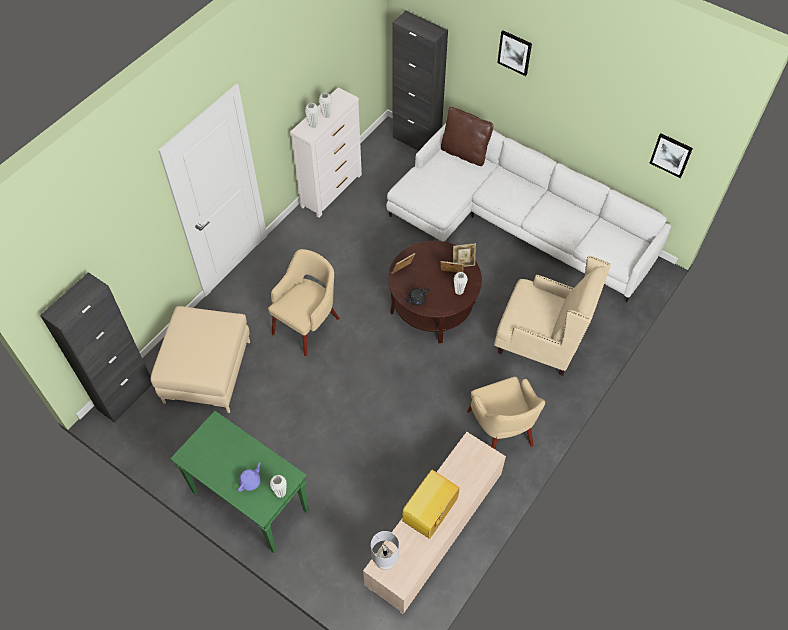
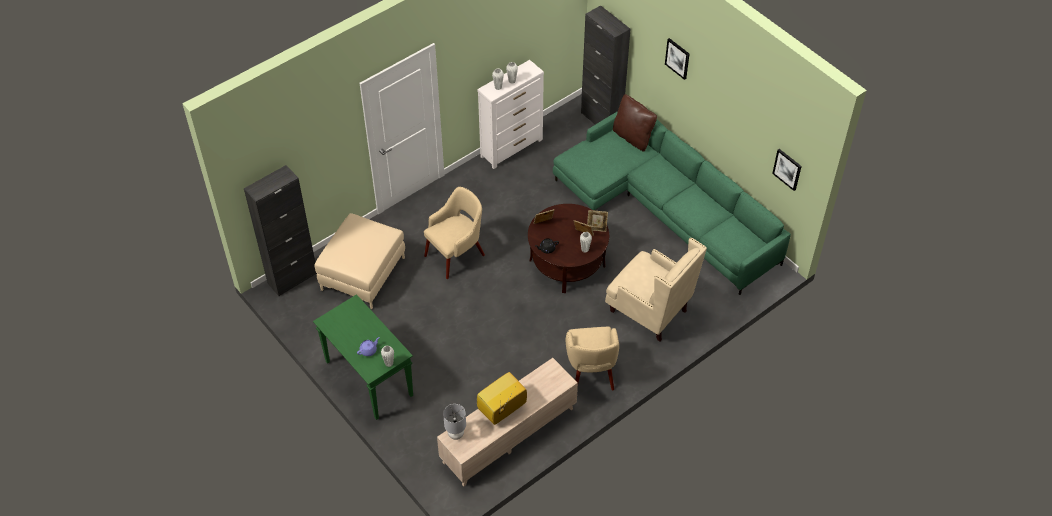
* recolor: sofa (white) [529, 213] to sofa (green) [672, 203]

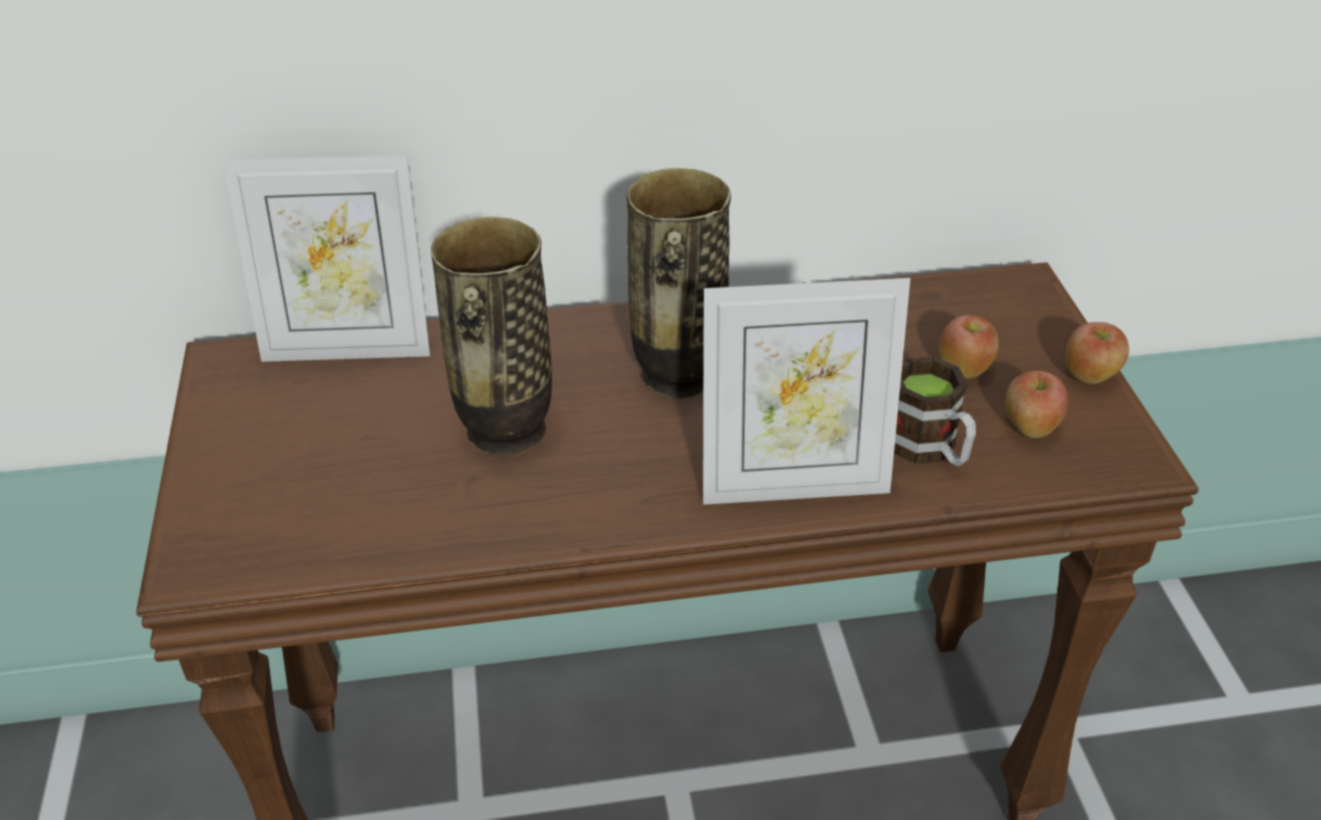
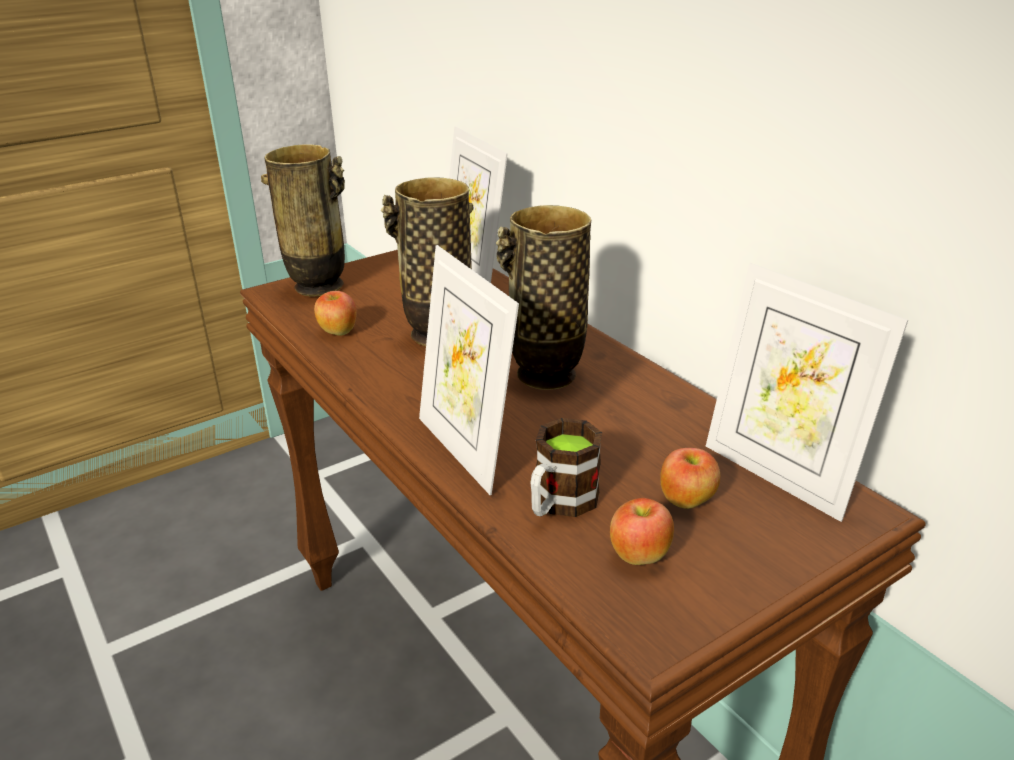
* move: apple [1097, 353] to [335, 313]
* insert: vase [303, 220]
* insert: picture frame [807, 392]

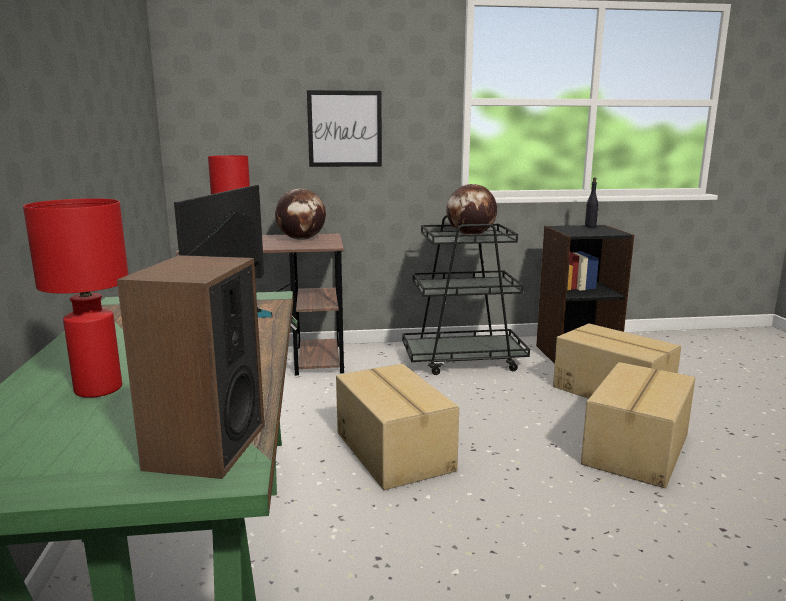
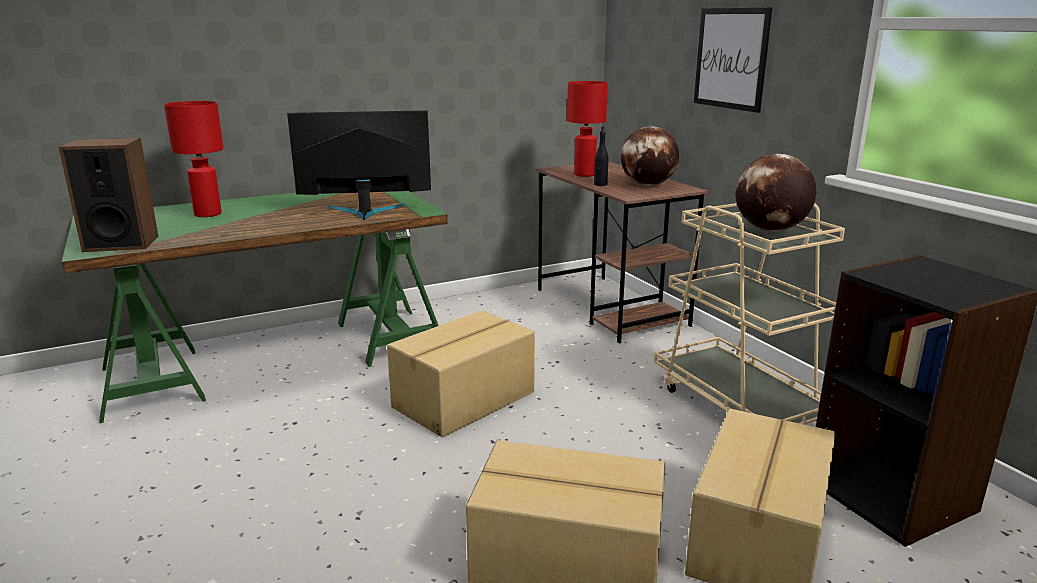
* move: bottle (black) [591, 202] to [601, 156]
* recolor: cart (black) [466, 295] to cart (beige) [749, 314]

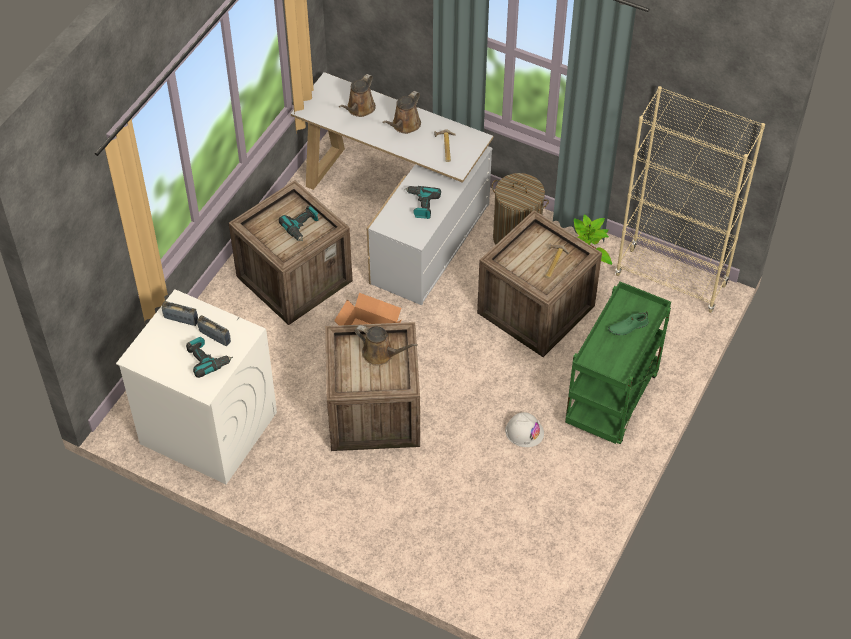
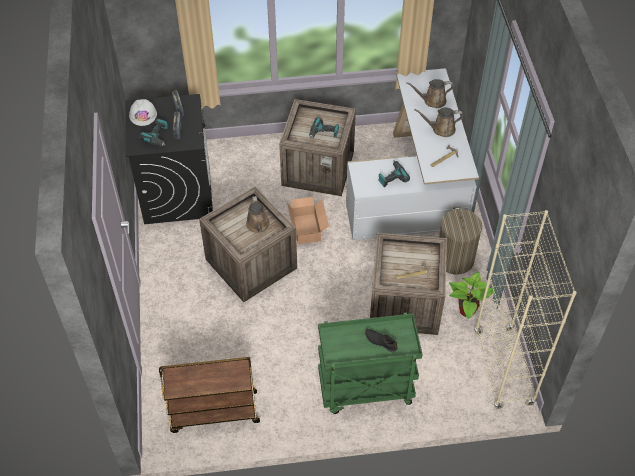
* recolor: washing machine (white) [196, 386] to washing machine (black) [169, 159]
* recolor: shoe (green) [628, 323] to shoe (black) [381, 340]
* move: hard hat (white) [524, 429] to [143, 112]
* insert: cart (brown) [209, 395]

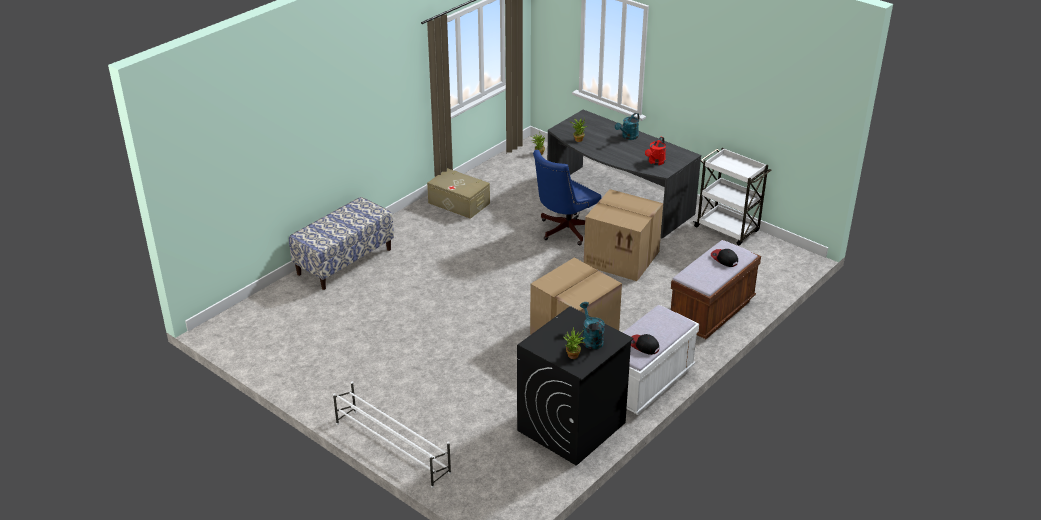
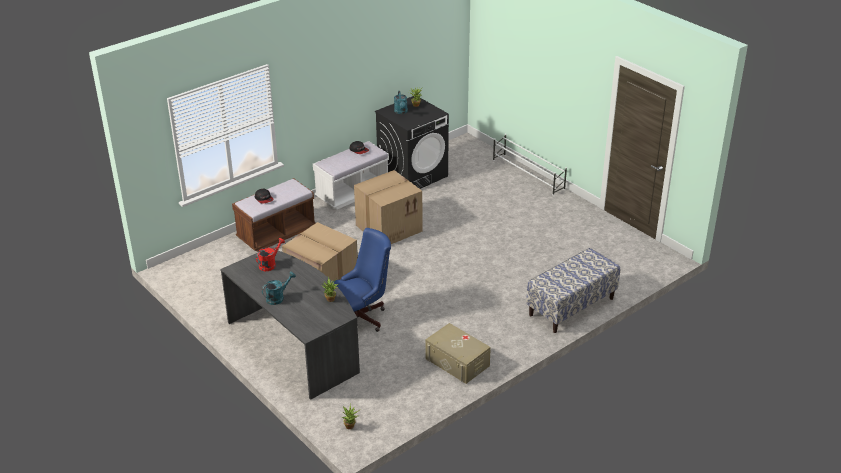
* delete: cart (white) [732, 197]

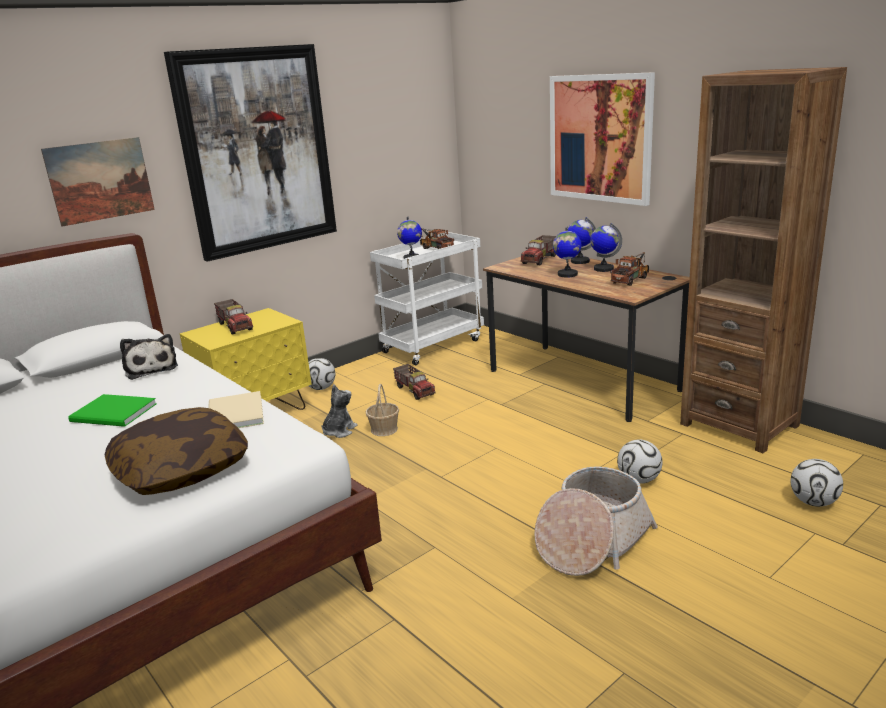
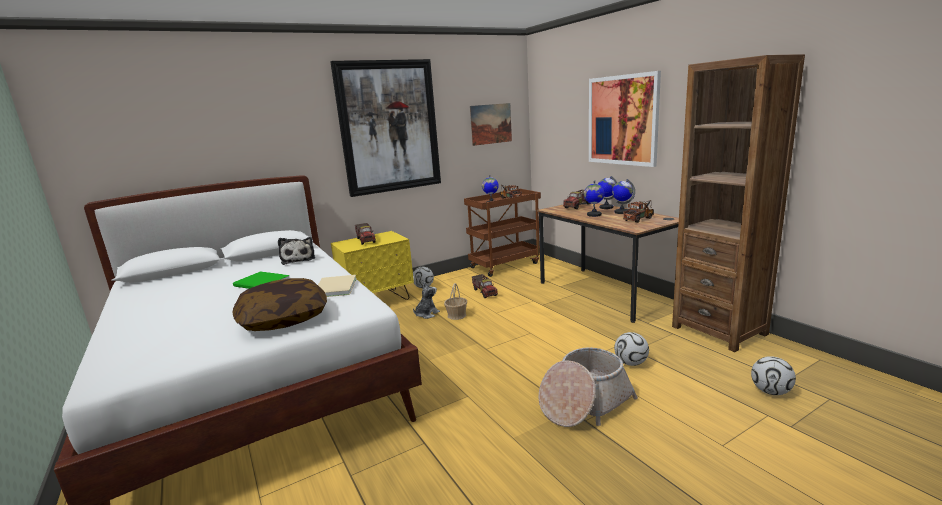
* move: picture [98, 181] to [491, 124]
* recolor: cart (white) [427, 298] to cart (brown) [502, 233]

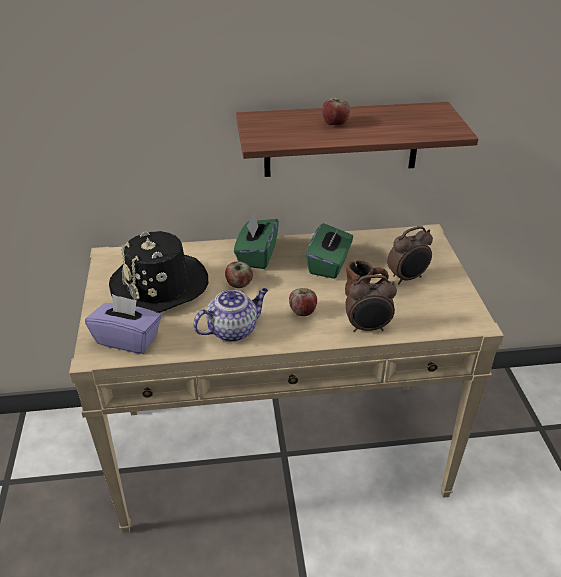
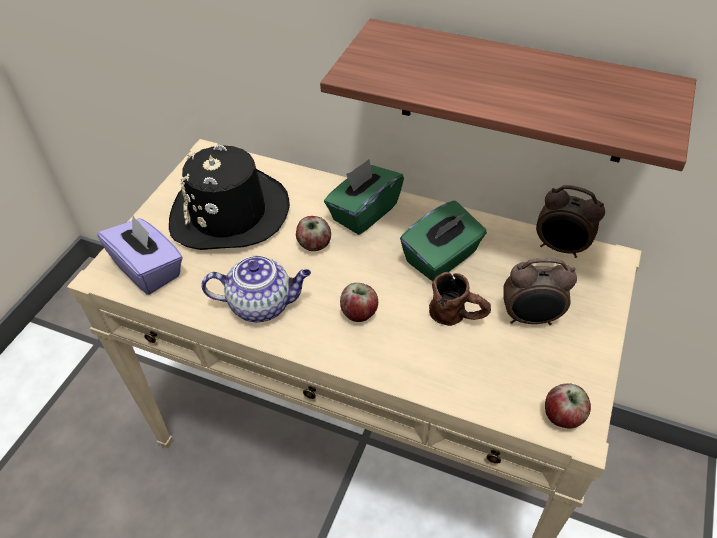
* move: apple [336, 111] to [568, 406]
* move: alarm clock [371, 303] to [570, 221]

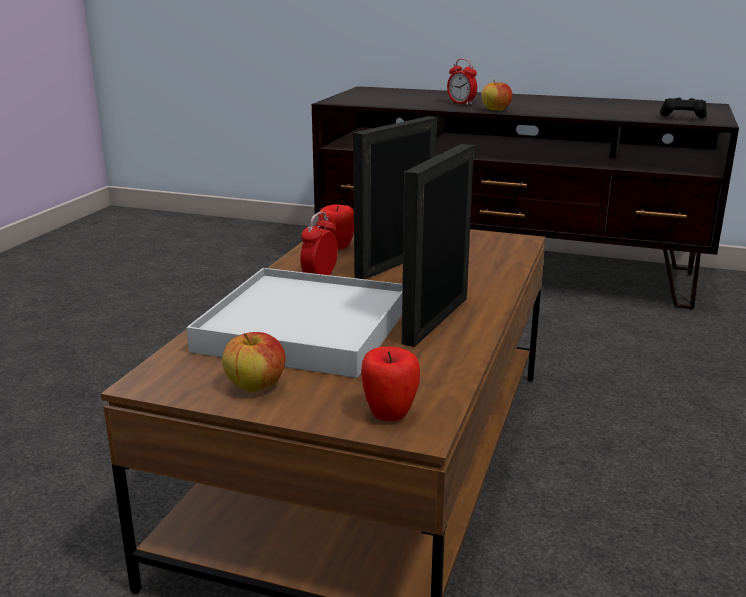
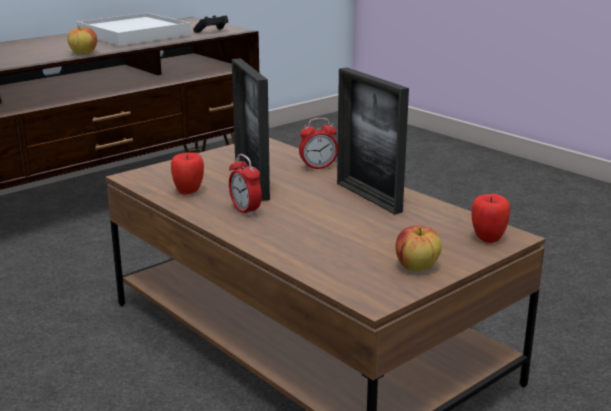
* move: alarm clock [462, 82] to [318, 144]
* move: tray (white) [294, 323] to [134, 29]

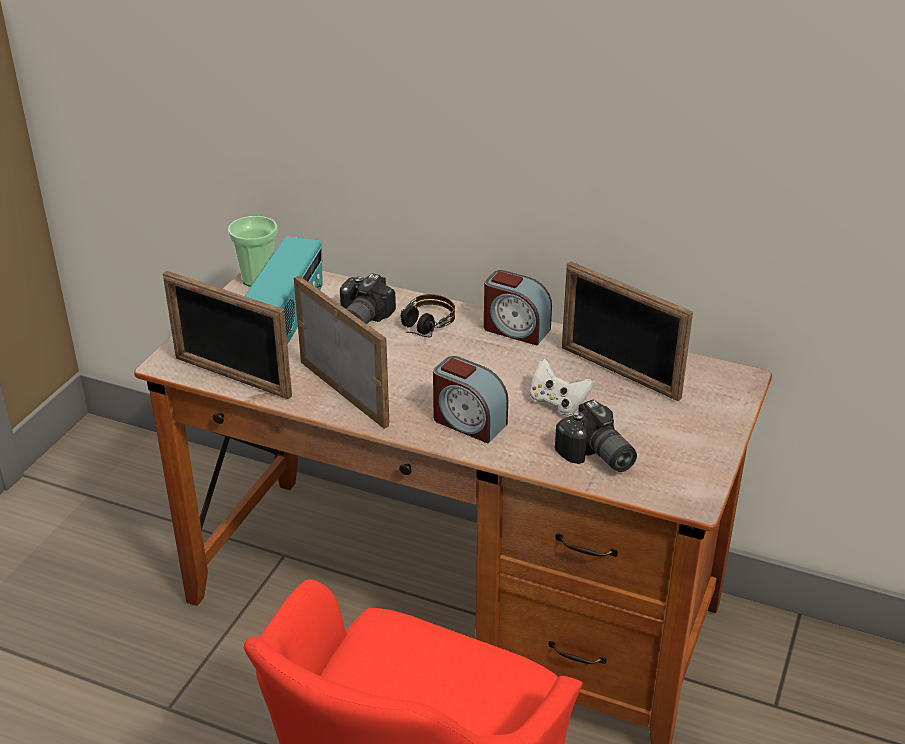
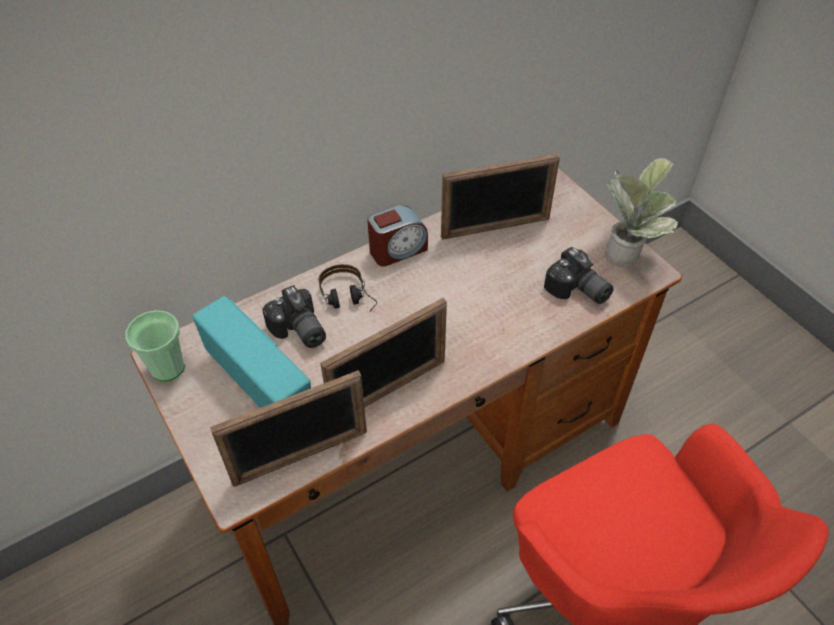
* rotate: picture frame [341, 352] = [383, 353] 150 degrees clockwise
* delete: alarm clock [470, 399]
* delete: game controller (white) [562, 387]
* rotate: photo camera [596, 436] = [579, 275] 45 degrees clockwise
* insert: potted plant [641, 213]

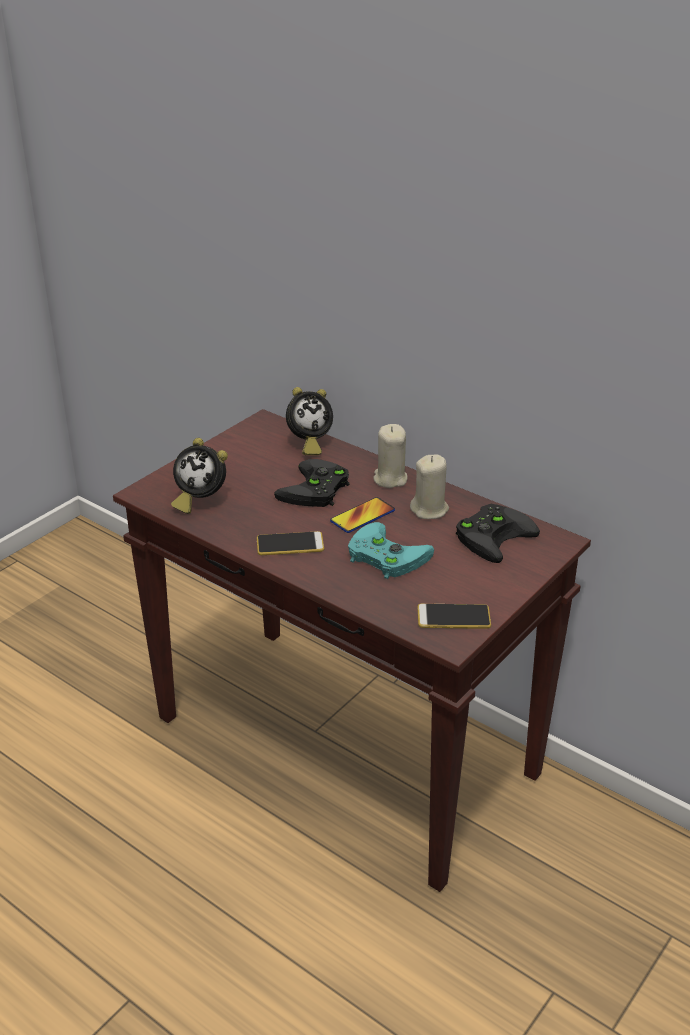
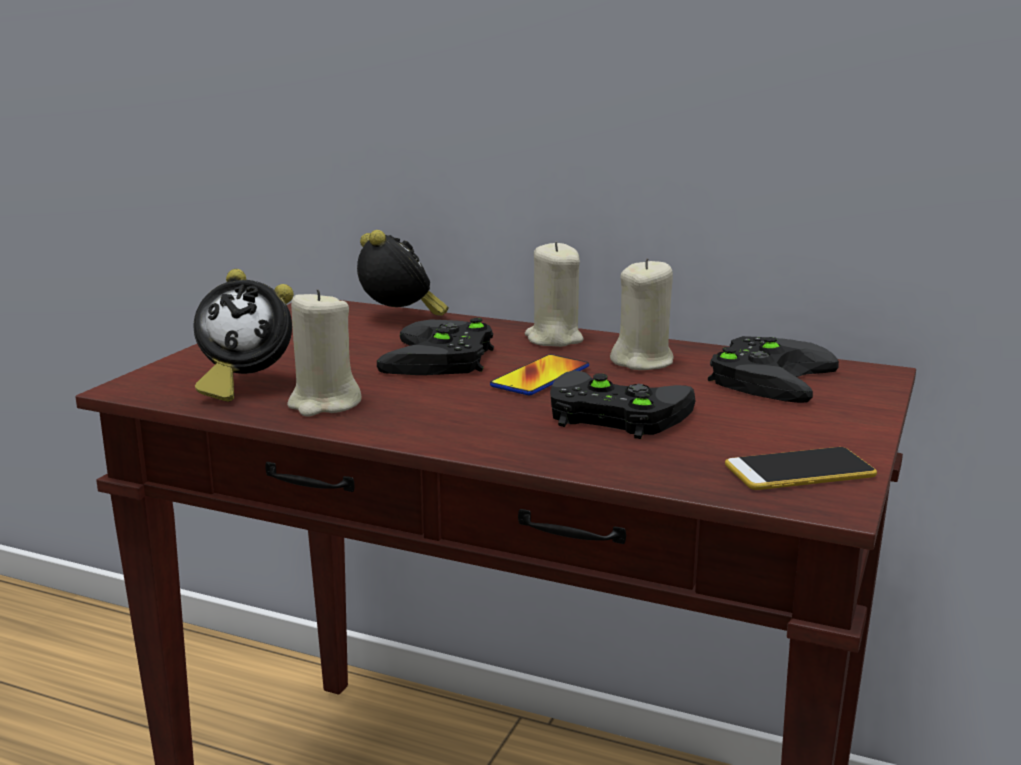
* rotate: alarm clock [309, 421] = [403, 273] 75 degrees counterclockwise
* recolor: game controller (turquoise) [391, 550] to game controller (black) [622, 405]
* delete: phone [290, 543]
* insert: candle (beige) [324, 353]

